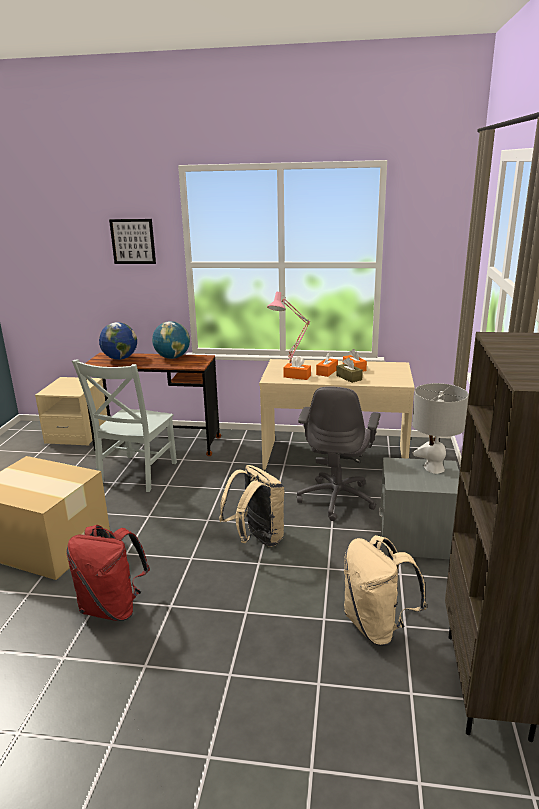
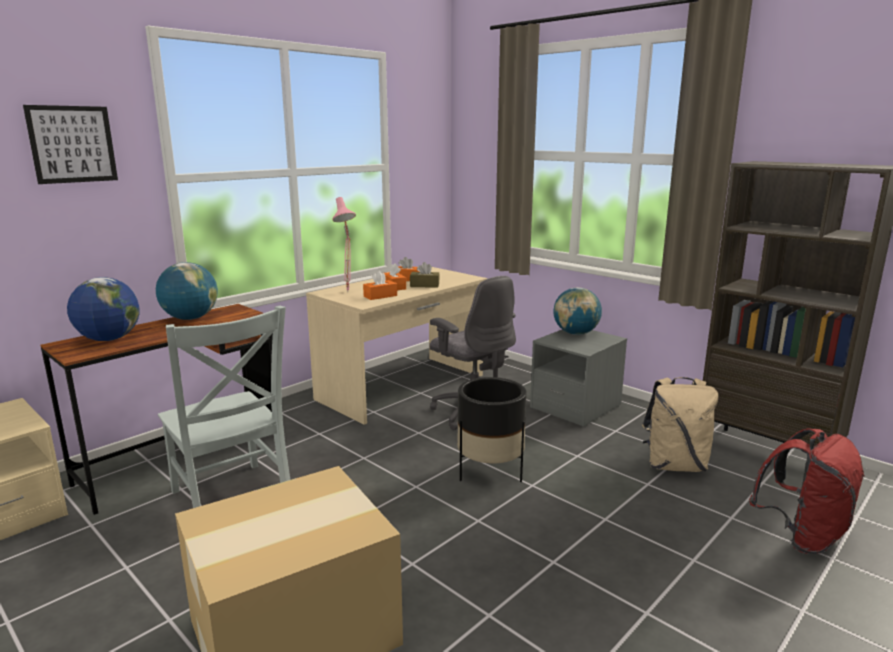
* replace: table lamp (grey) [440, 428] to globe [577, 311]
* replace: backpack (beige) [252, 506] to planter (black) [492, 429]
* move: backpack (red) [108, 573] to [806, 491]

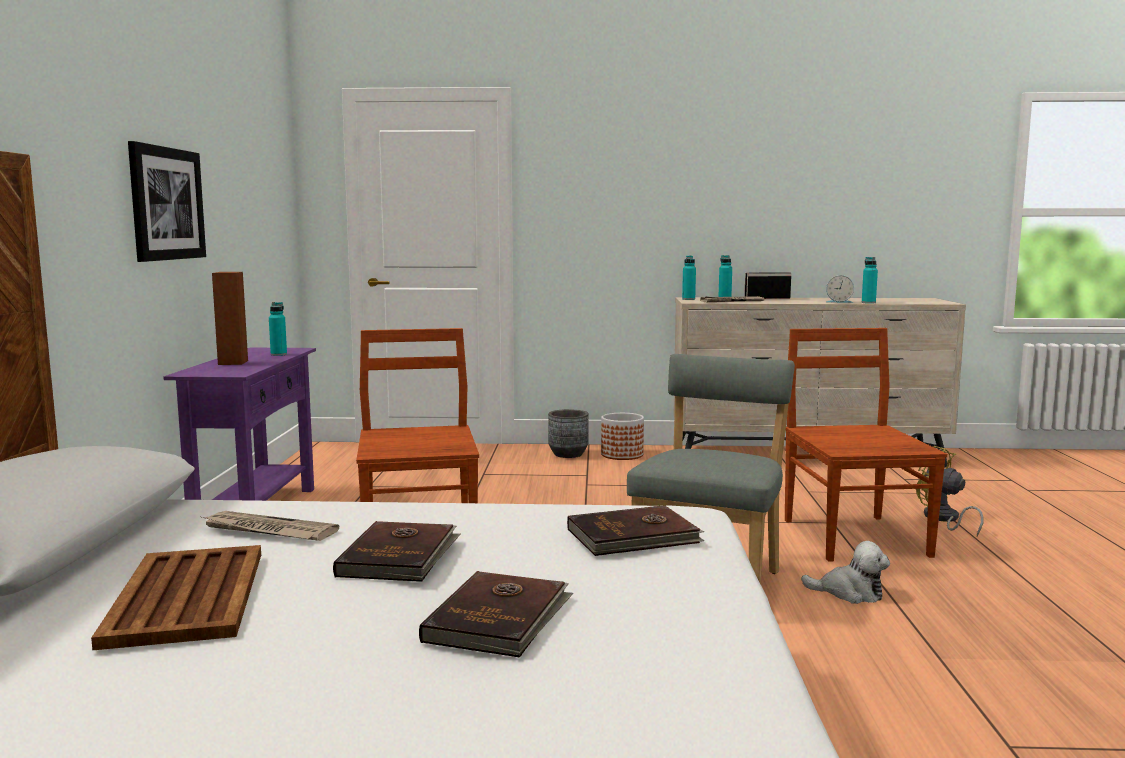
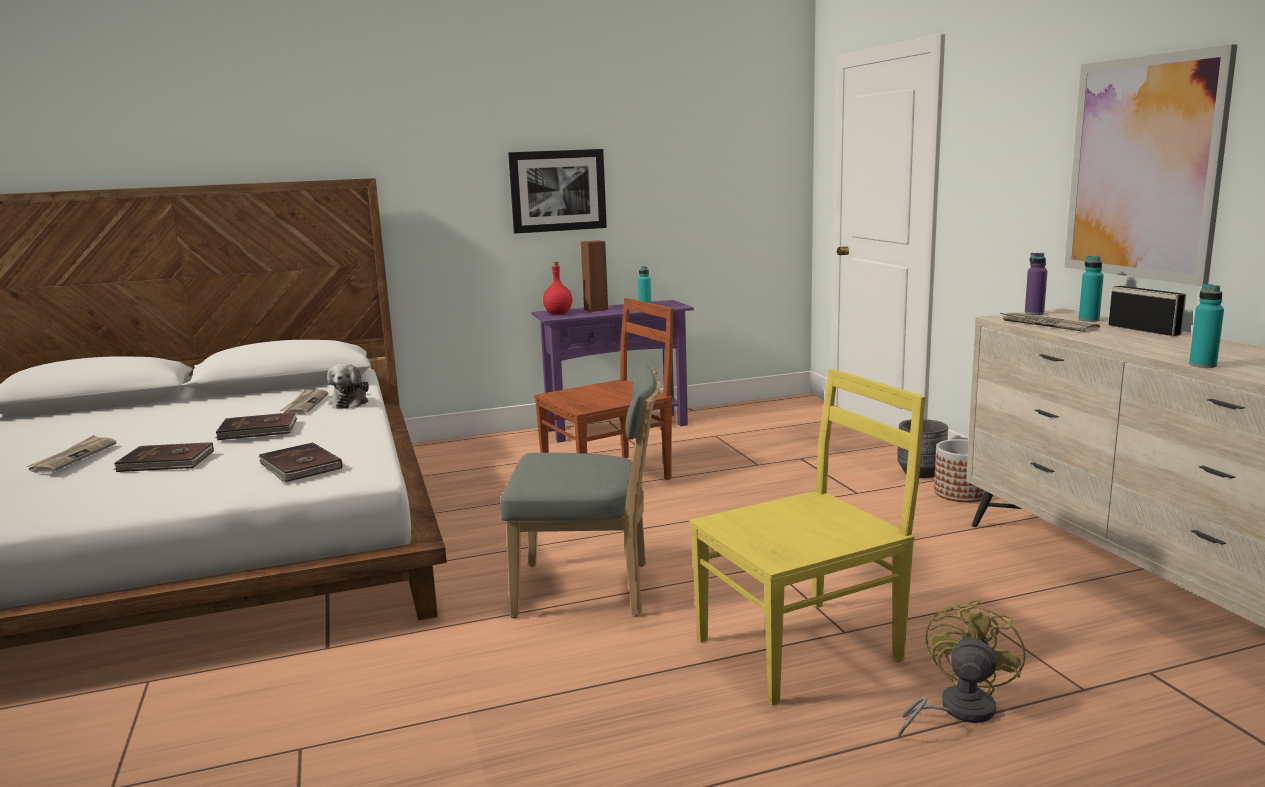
* recolor: bottle (turquoise) [689, 277] to bottle (purple) [1036, 283]
* delete: alarm clock [840, 289]
* recolor: chair (brown) [866, 445] to chair (yellow) [807, 537]
* move: plush toy [845, 572] to [348, 386]
* delete: tray (brown) [176, 598]
* insert: picture [1151, 165]
* insert: bottle (red) [557, 288]
* insert: newspaper [71, 454]

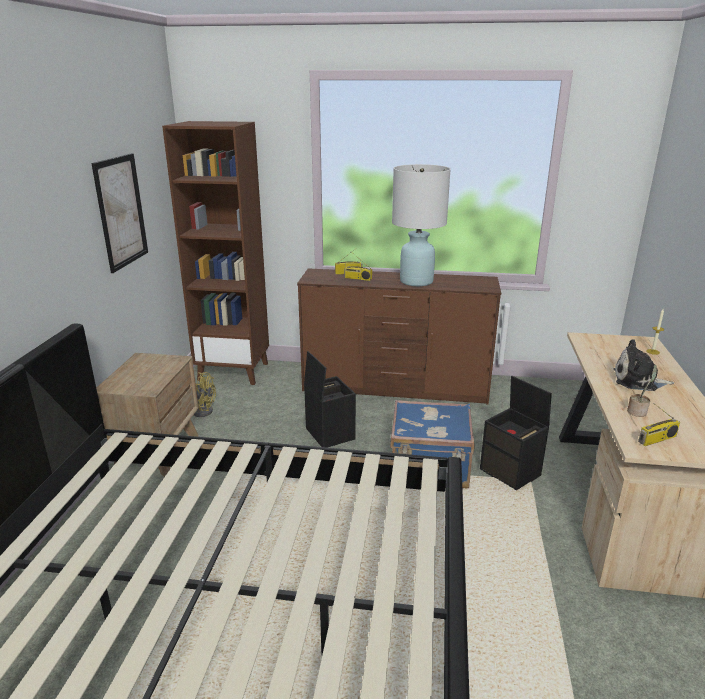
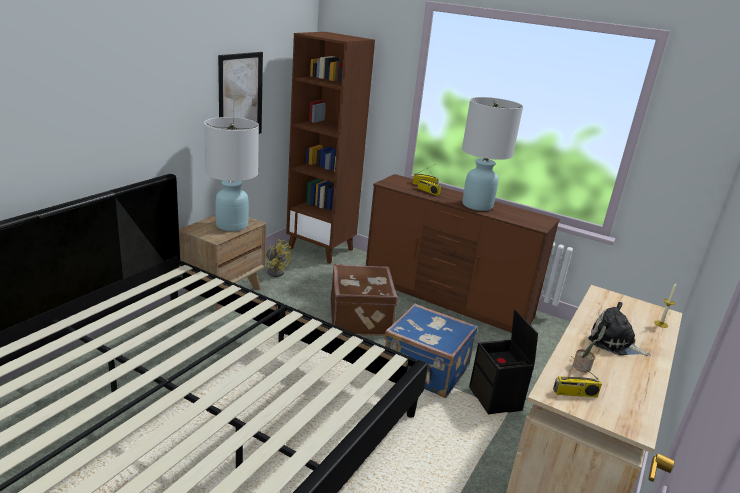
* replace: storage box (black) [330, 399] to suitcase (brown) [364, 300]
* insert: table lamp (white) [231, 174]

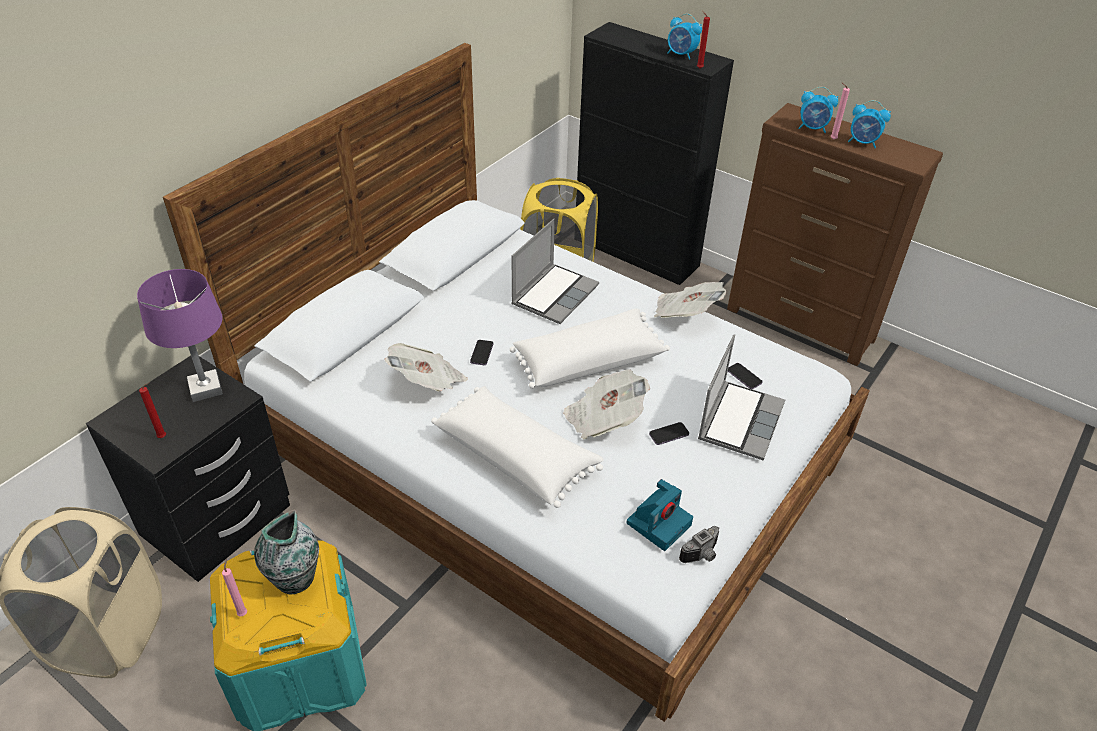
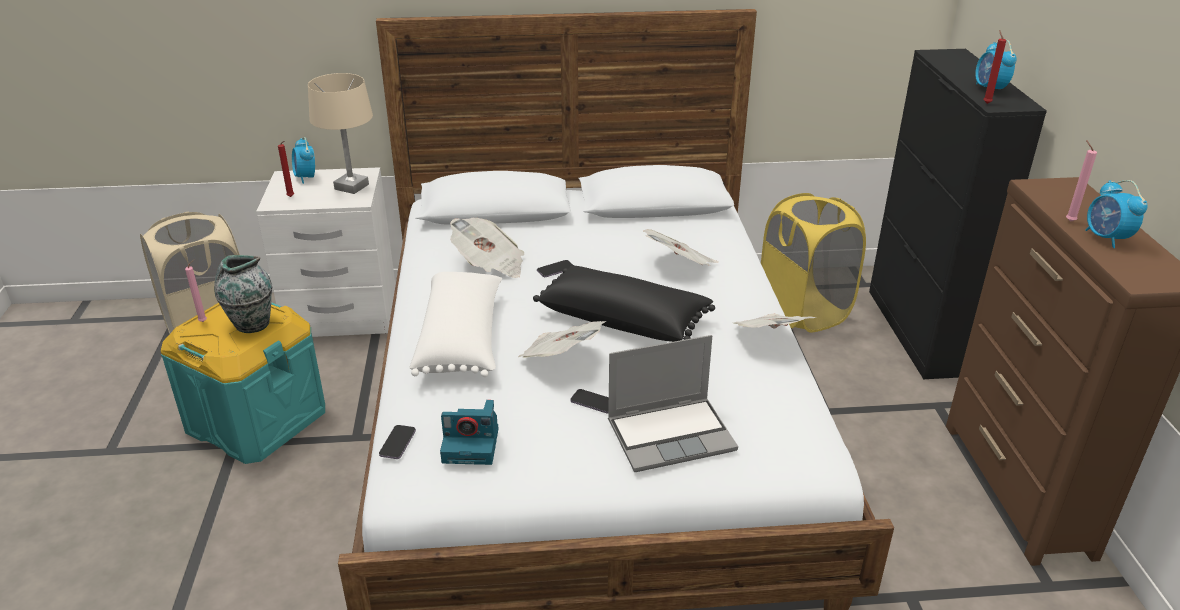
* move: alarm clock [818, 110] to [303, 160]
* replace: laptop [555, 271] to newspaper [680, 247]
* recolor: table lamp (purple) [180, 335] to table lamp (beige) [340, 133]
* recolor: pillow (white) [590, 348] to pillow (black) [624, 304]
* recolor: nightstand (black) [188, 469] to nightstand (white) [326, 252]
* move: phone [745, 376] to [397, 442]
* delete: photo camera [699, 544]

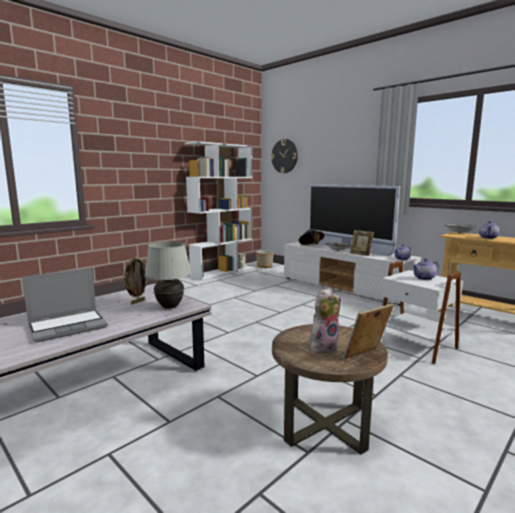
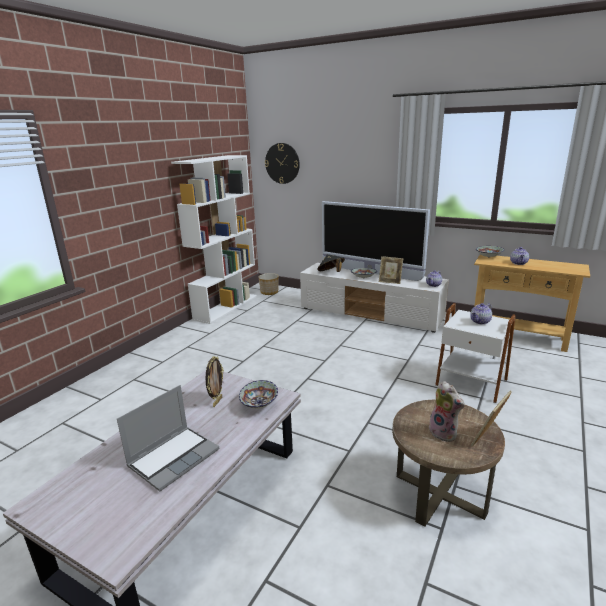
* replace: table lamp (white) [168, 275] to bowl [258, 394]
* rotate: plush toy [325, 321] = [447, 411] 105 degrees clockwise

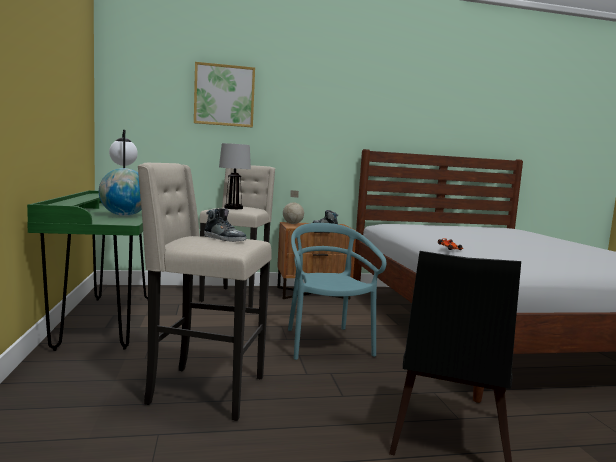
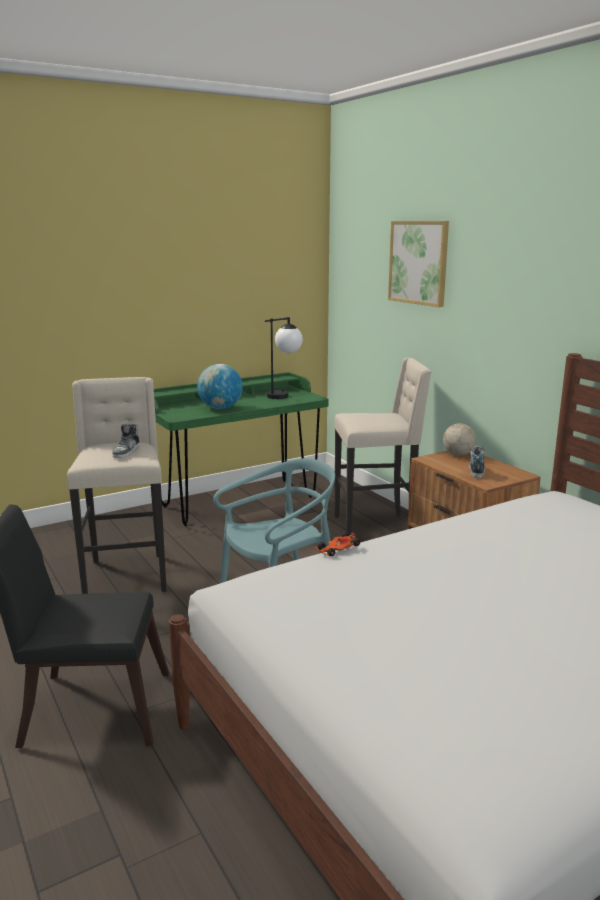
* delete: table lamp [235, 176]

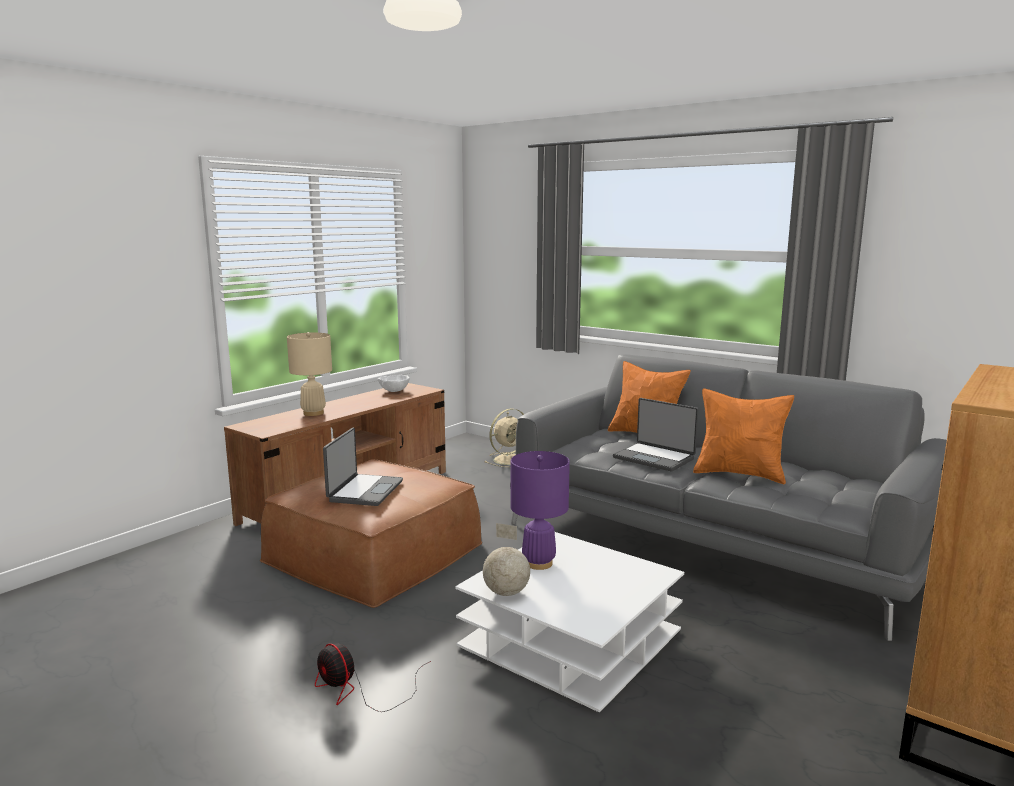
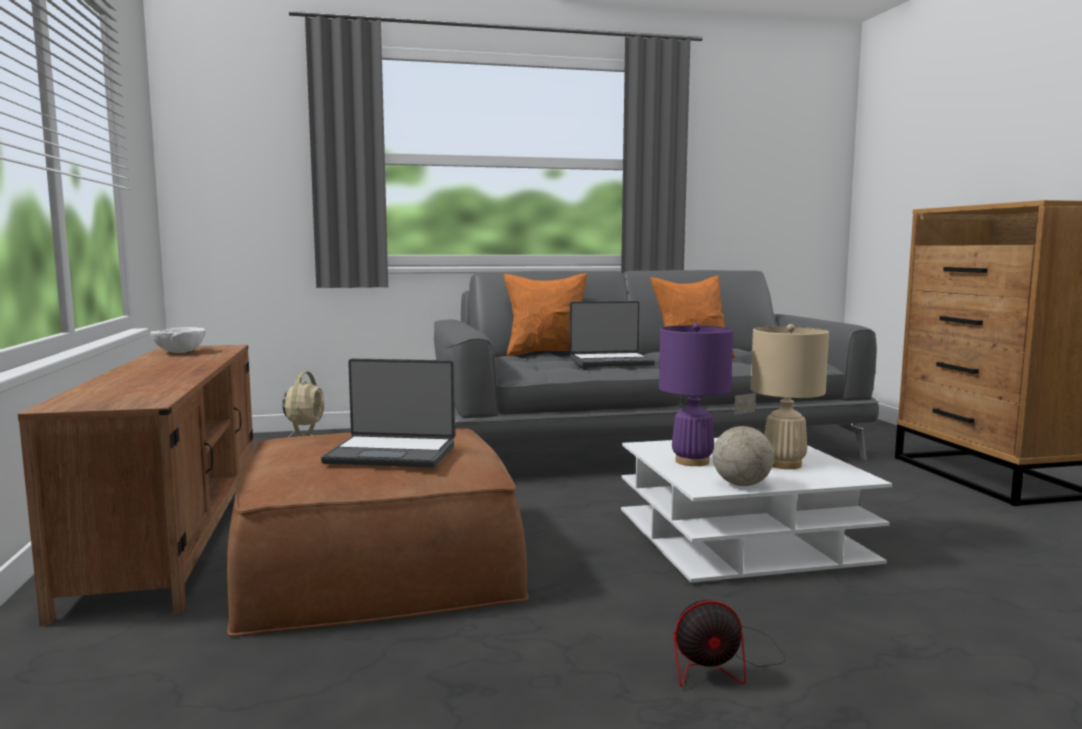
* move: table lamp (beige) [309, 374] to [790, 396]
* rotate: laptop [363, 467] = [388, 413] 135 degrees clockwise

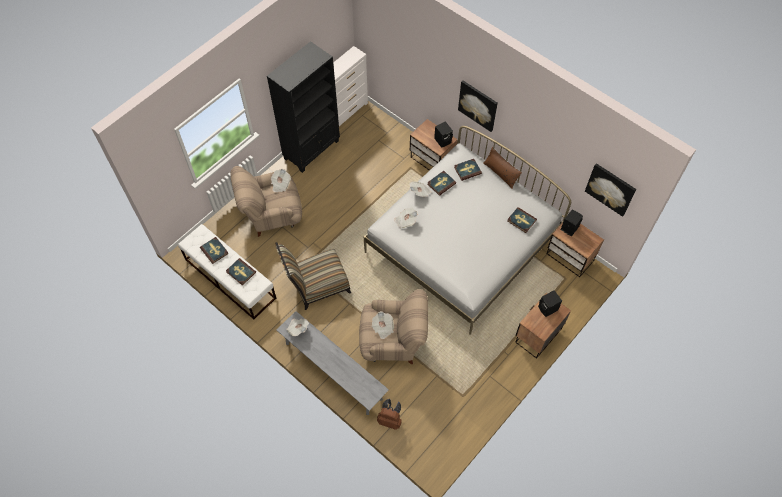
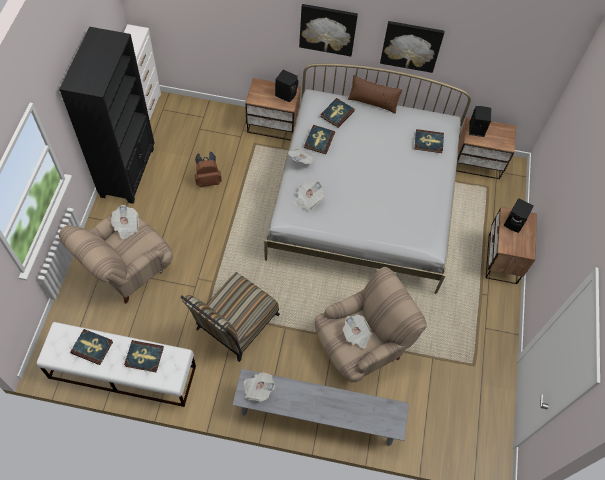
* move: picture [610, 190] to [412, 47]
* move: backpack (brown) [389, 414] to [208, 169]

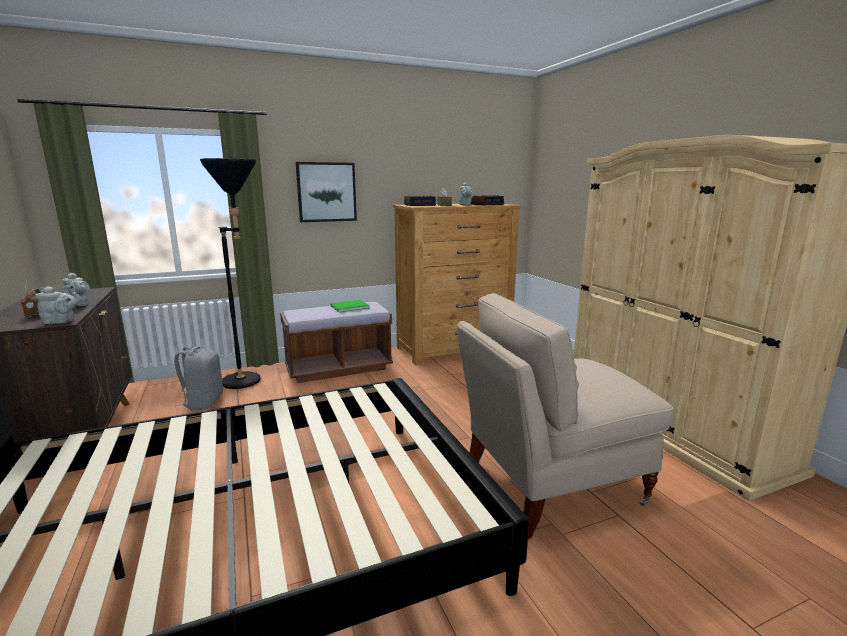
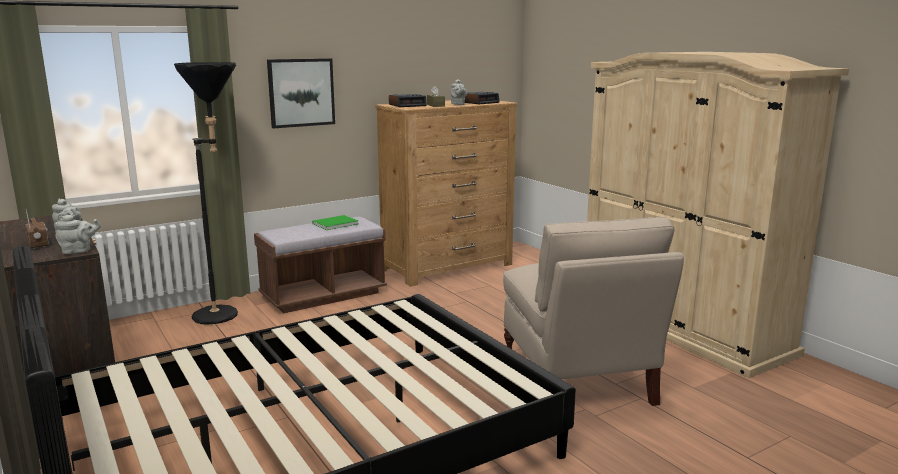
* rotate: chair (beige) [565, 416] = [593, 311] 75 degrees counterclockwise
* delete: backpack (grey) [198, 378]

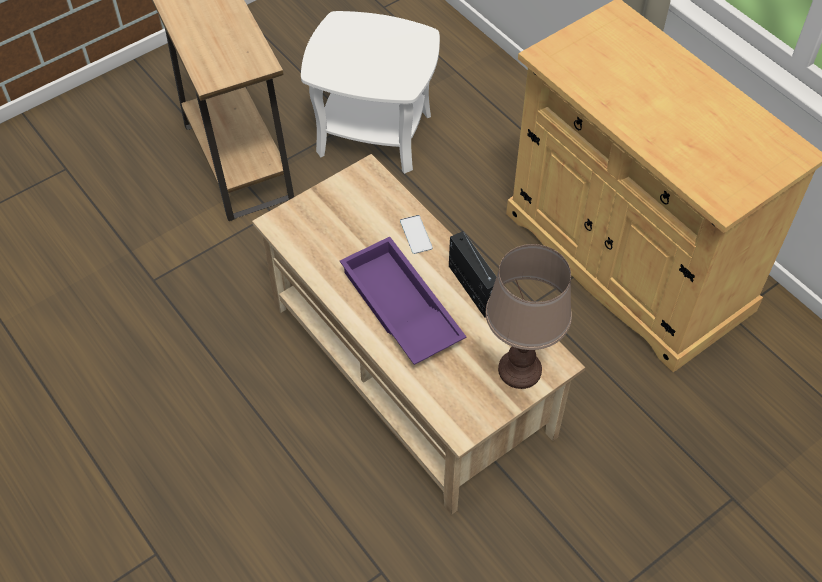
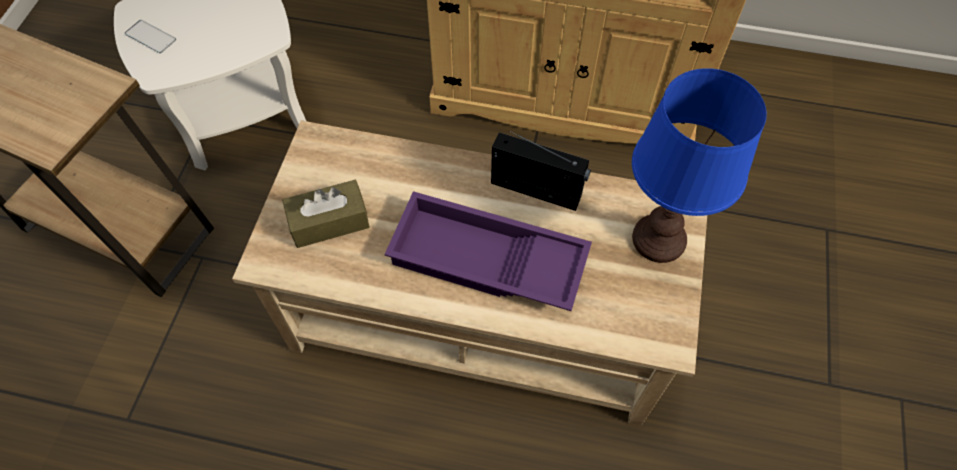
* move: phone [416, 234] to [150, 36]
* recolor: table lamp (brown) [529, 316] to table lamp (blue) [699, 165]
* insert: tissue box (brown) [325, 214]

